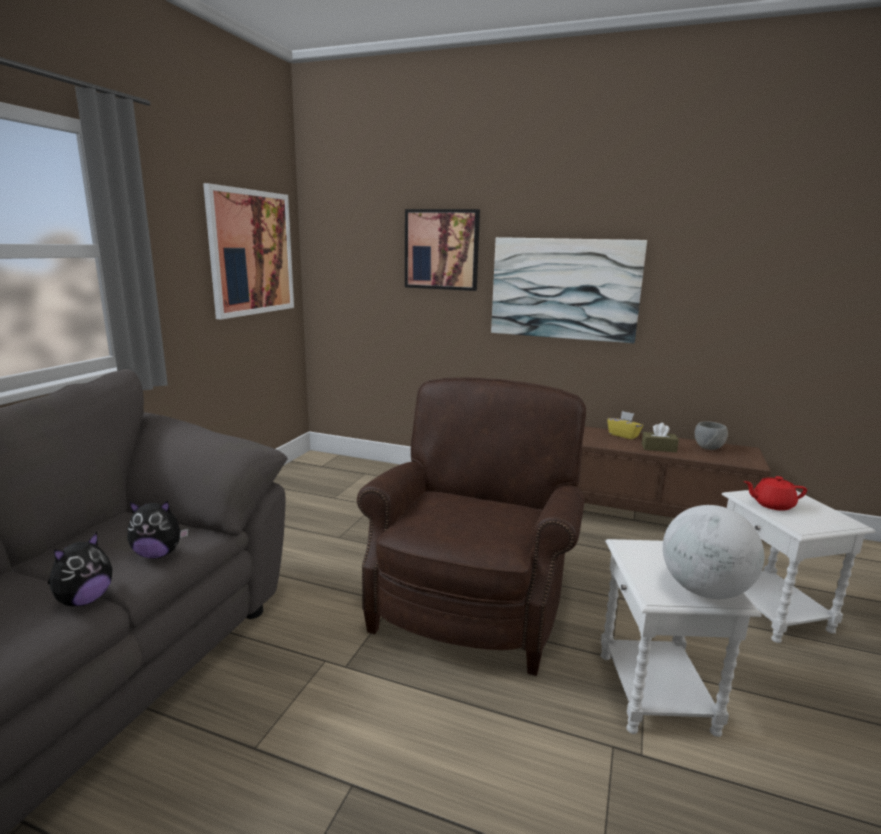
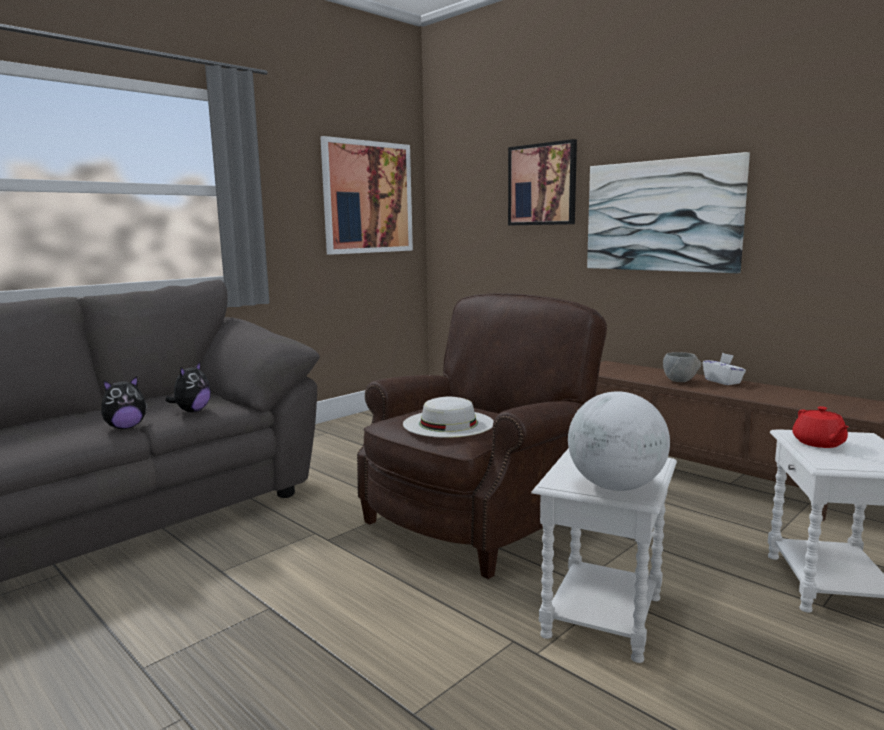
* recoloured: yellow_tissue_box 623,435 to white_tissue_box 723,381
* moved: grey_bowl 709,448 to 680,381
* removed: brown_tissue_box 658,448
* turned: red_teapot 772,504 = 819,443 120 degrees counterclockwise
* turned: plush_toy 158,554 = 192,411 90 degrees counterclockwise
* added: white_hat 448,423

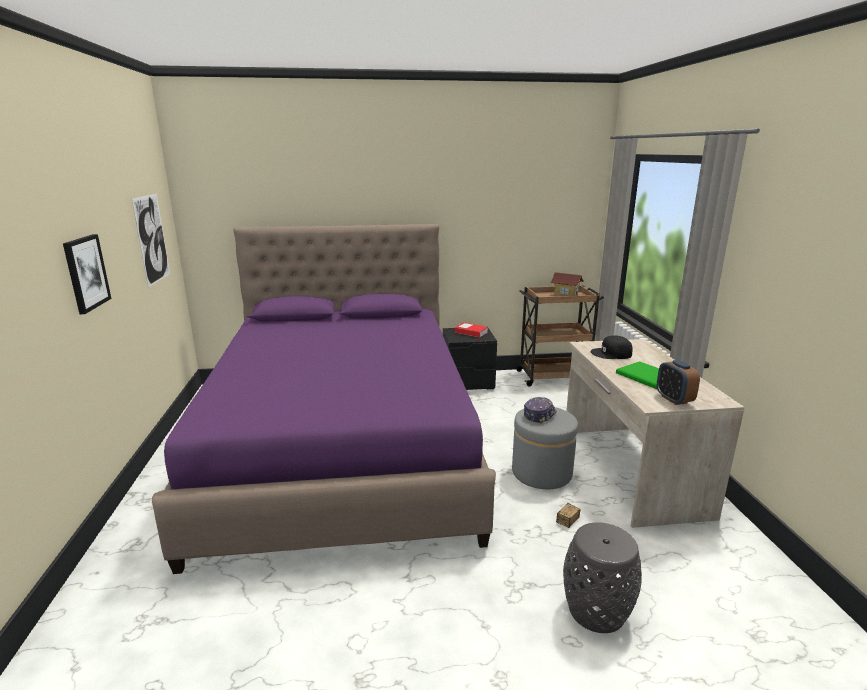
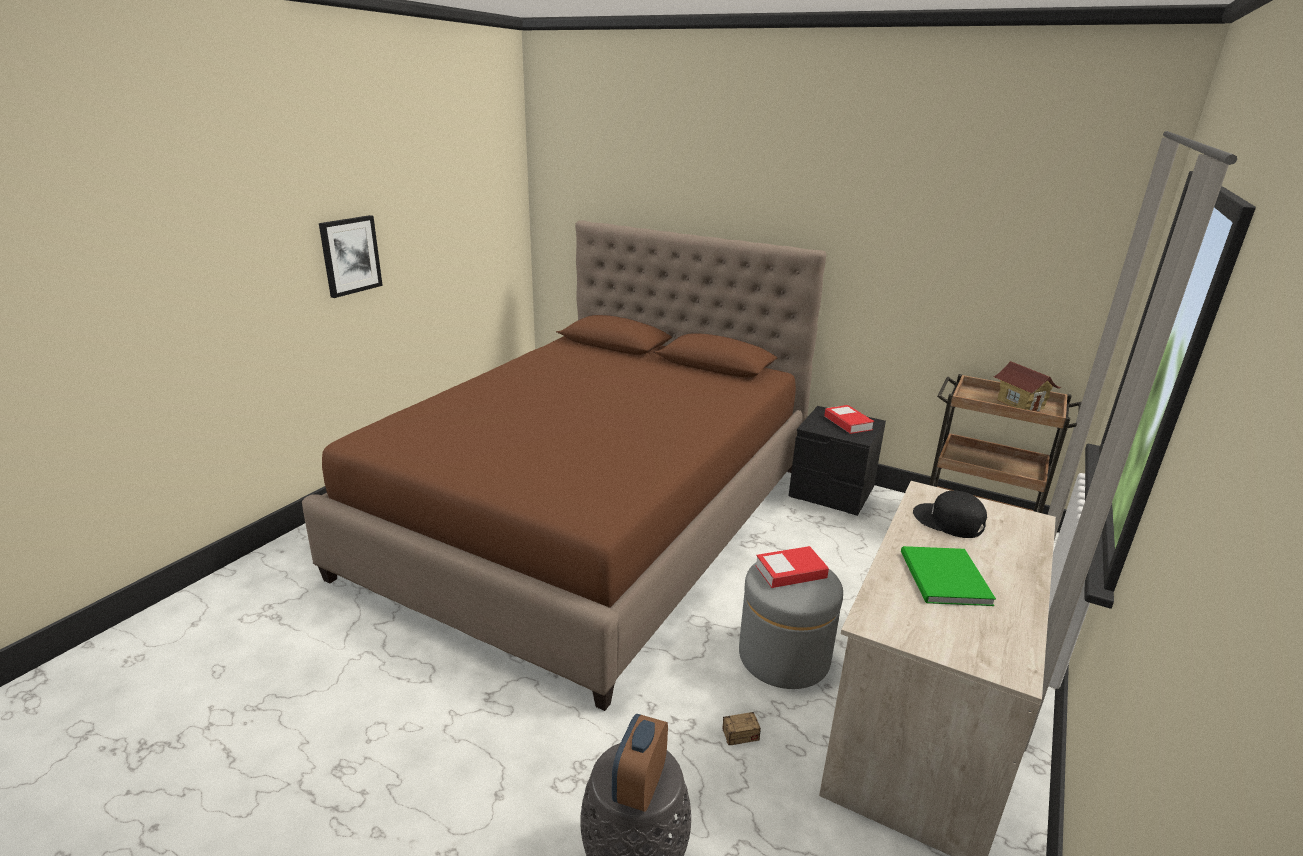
* removed: picture 152,239
* recoloured: purple_bed 344,445 to brown_bed 594,517
* moved: alarm_clock 674,399 to 639,787
* replaced: cap 539,415 to book 790,572

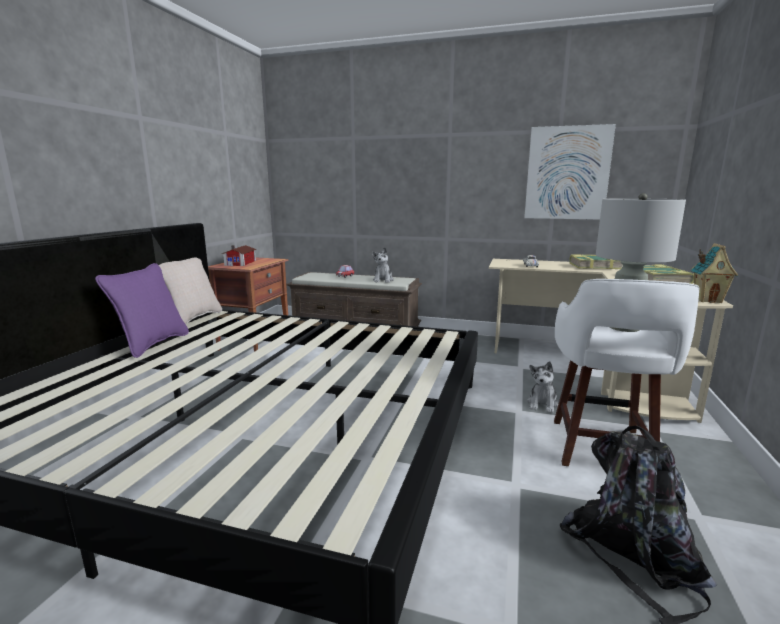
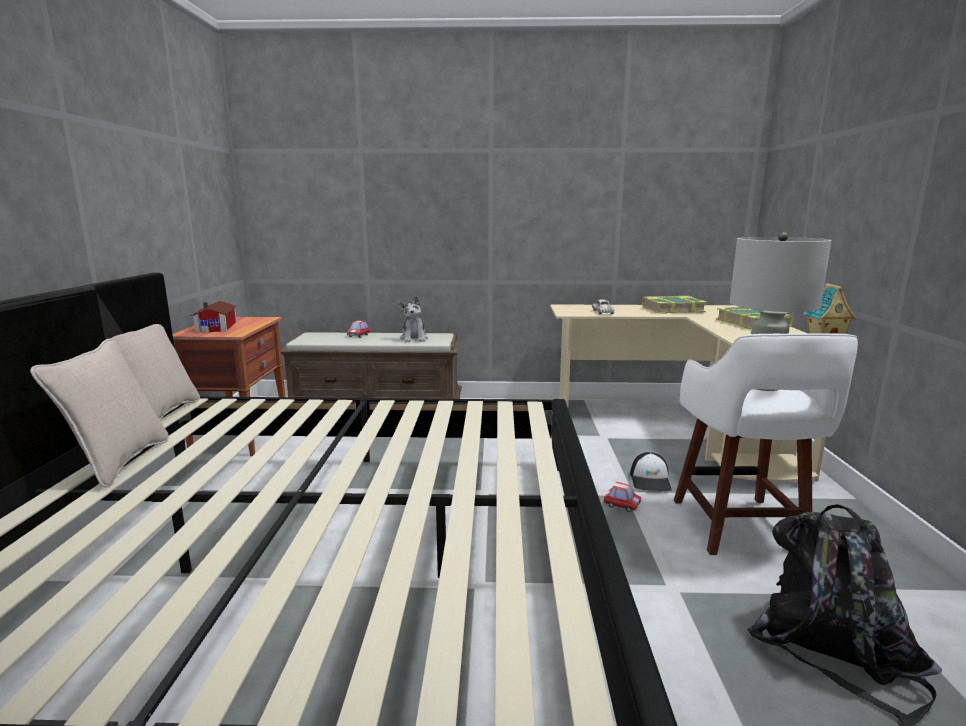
* removed: picture 567,173
* recoloured: purple_pillow 152,344 to beige_pillow 119,462
* replaced: plush_toy 542,404 to cap 650,480
* added: toy_car 621,505

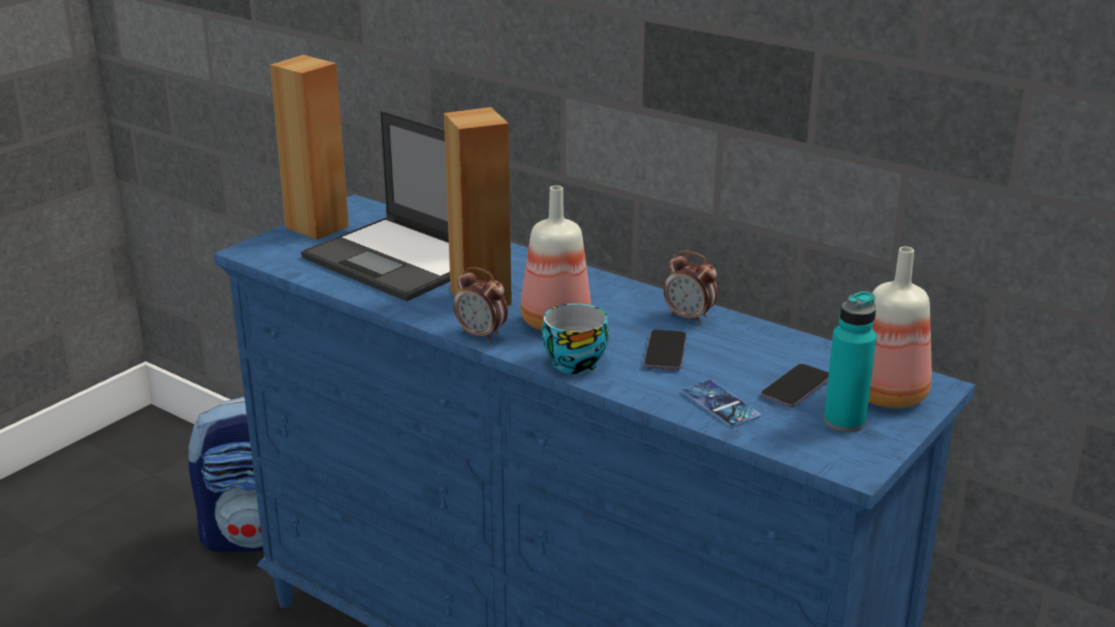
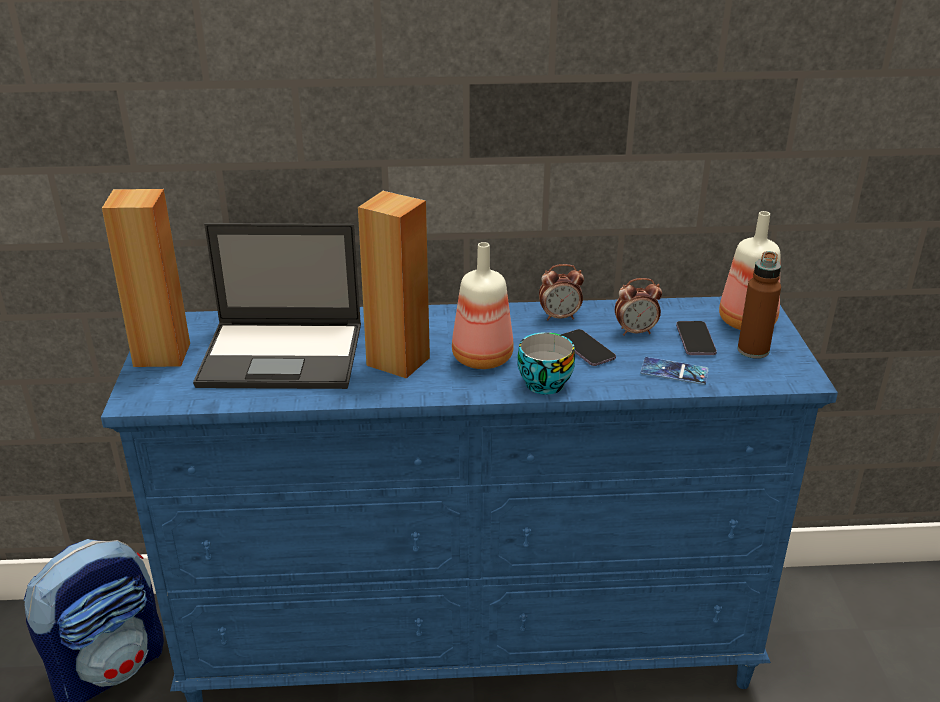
* moved: alarm_clock 481,335 to 635,332
* recoloured: turquoise_bottle 844,421 to brown_bottle 753,350

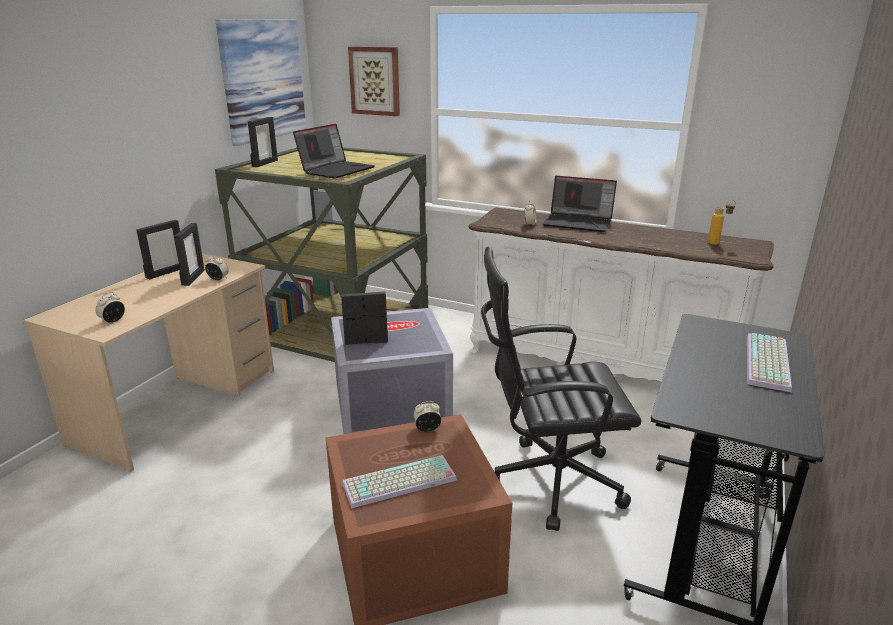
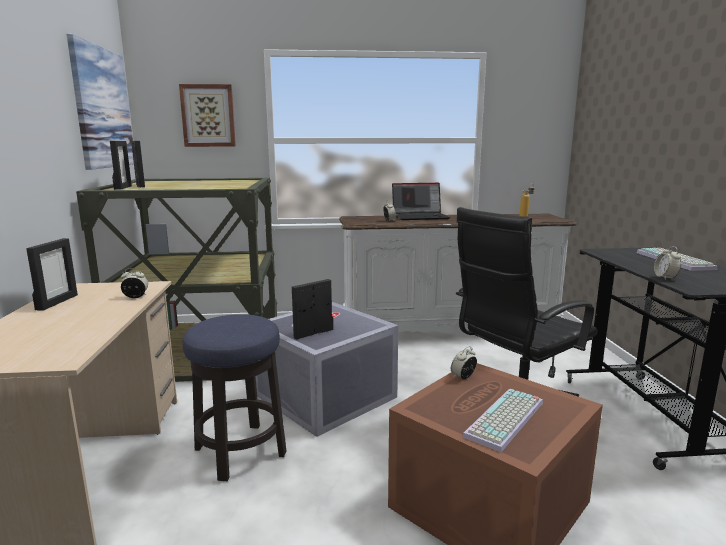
* removed: laptop 336,170
* moved: picture_frame 193,277 to 139,186
* moved: alarm_clock 113,320 to 665,278
* added: stool 240,452

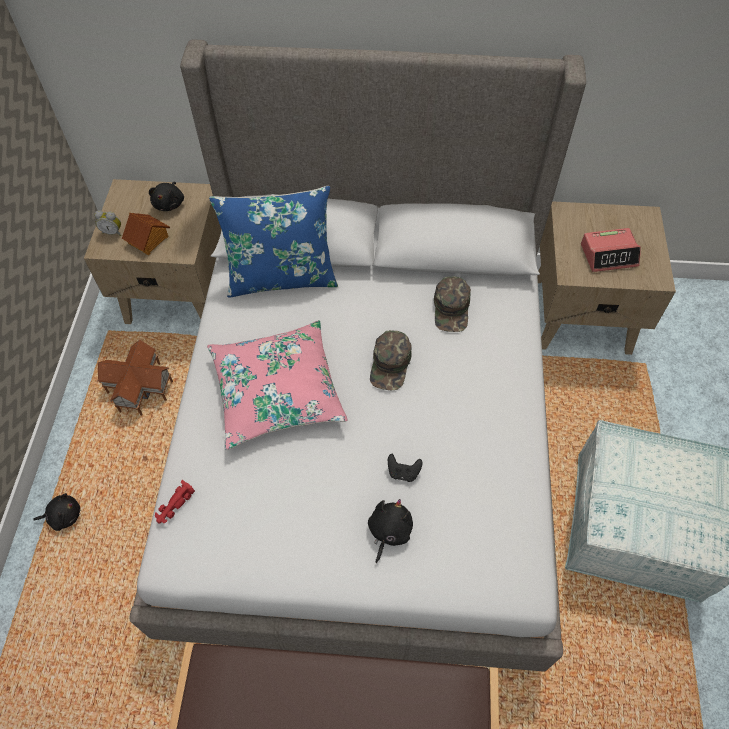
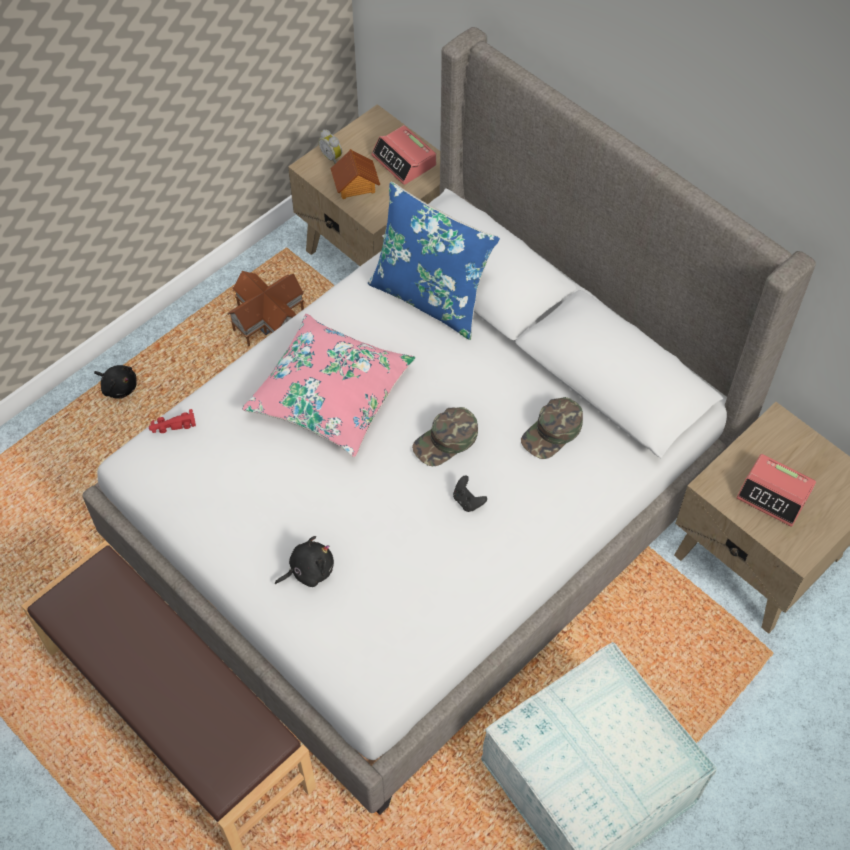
* replaced: black_plush_toy 170,203 to alarm_clock 404,161
* moved: black_game_controller 403,472 to 468,501

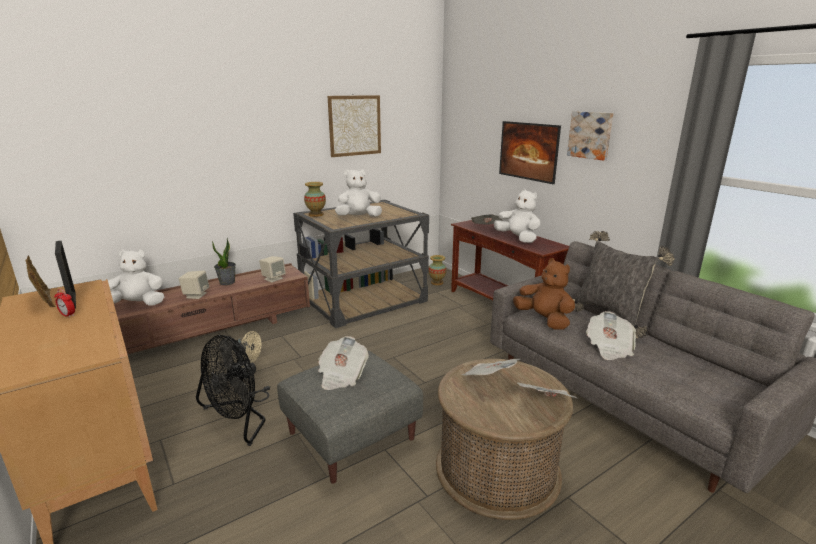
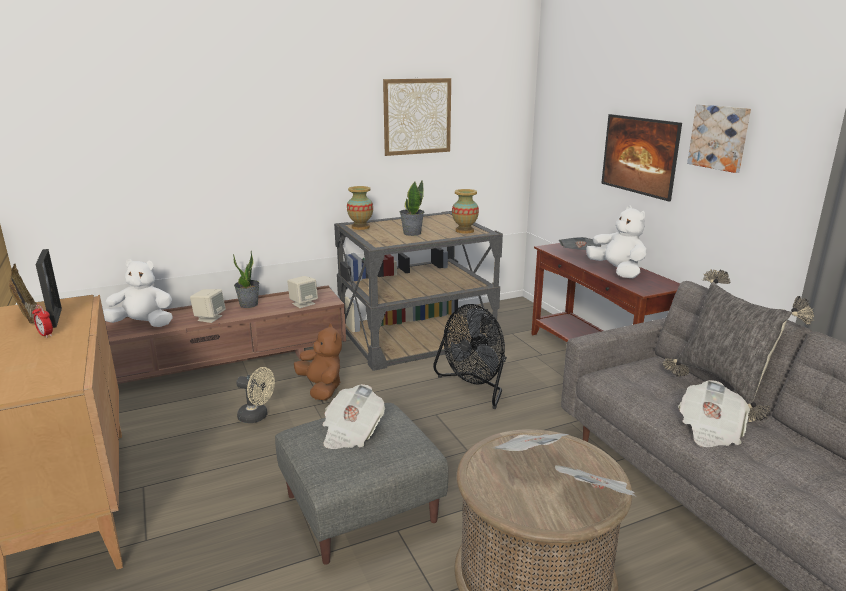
* replaced: white_plush_toy 358,217 to potted_plant 412,233
* moved: vase 437,282 to 464,231
* moved: brown_plush_toy 544,320 to 321,388
* moved: black_fan 240,416 to 475,385

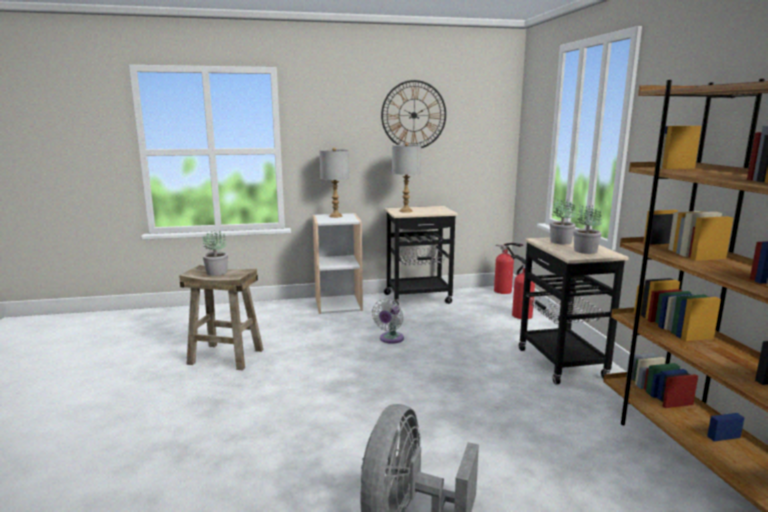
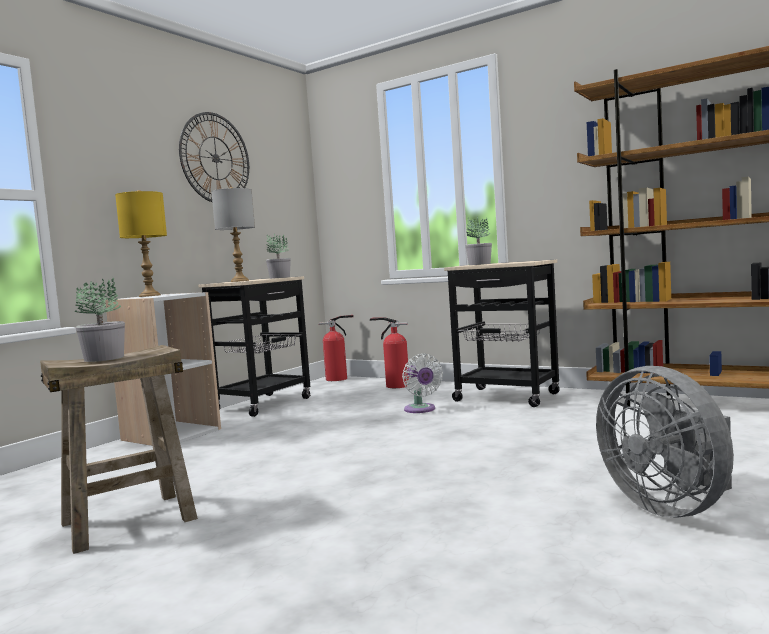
* recoloured: grey_table_lamp 335,216 to yellow_table_lamp 149,296
* moved: potted_plant 585,251 to 279,277
* moved: white_fan 390,339 to 421,410

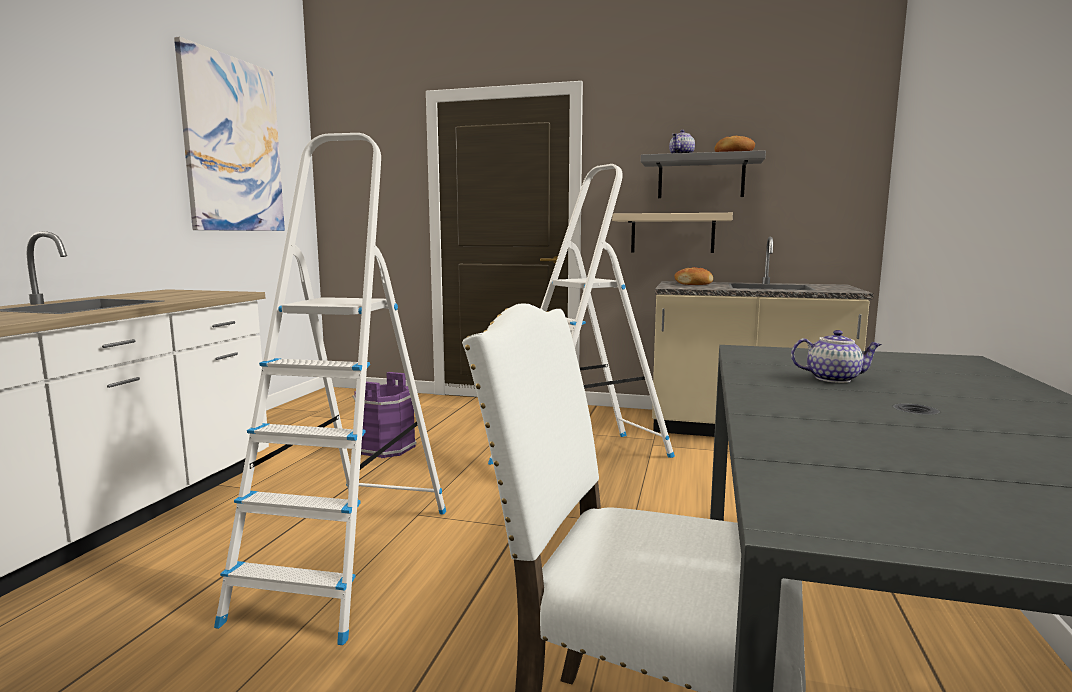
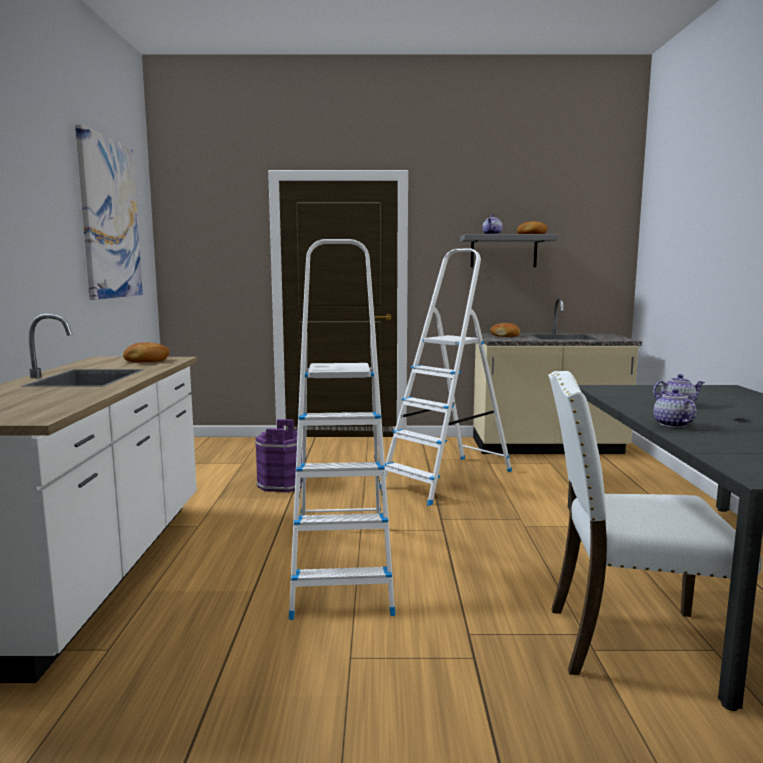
* removed: beige_shelf 672,233
* added: bread 146,361
* added: teapot 671,424

